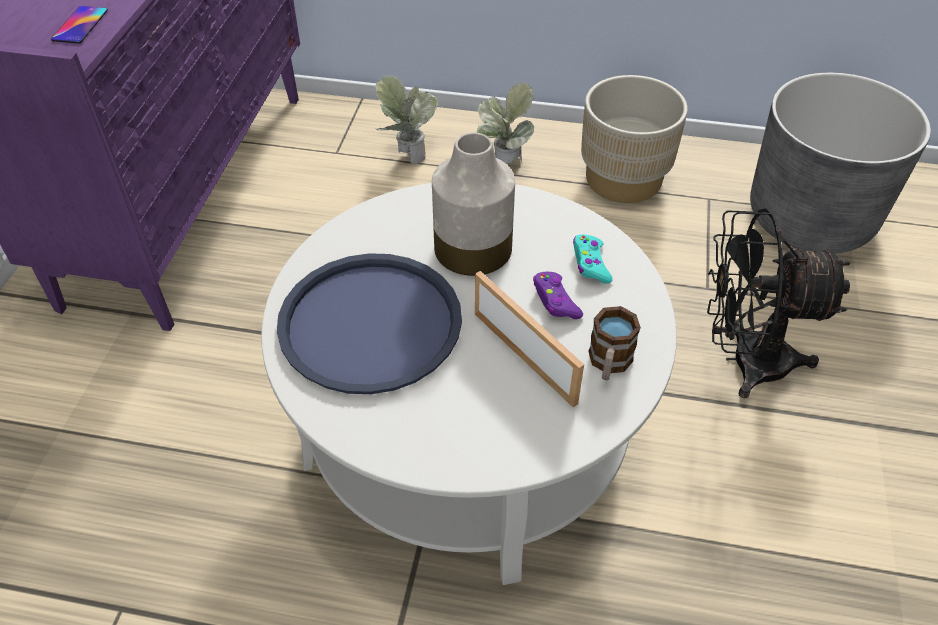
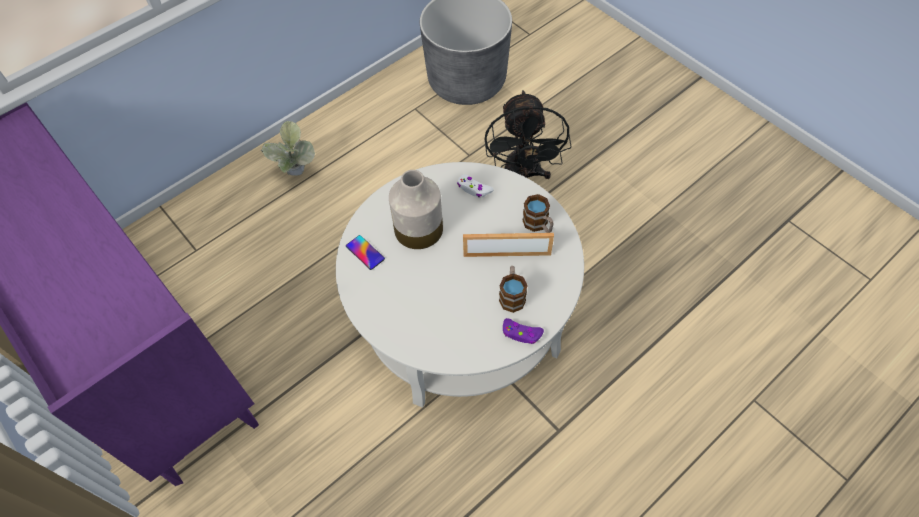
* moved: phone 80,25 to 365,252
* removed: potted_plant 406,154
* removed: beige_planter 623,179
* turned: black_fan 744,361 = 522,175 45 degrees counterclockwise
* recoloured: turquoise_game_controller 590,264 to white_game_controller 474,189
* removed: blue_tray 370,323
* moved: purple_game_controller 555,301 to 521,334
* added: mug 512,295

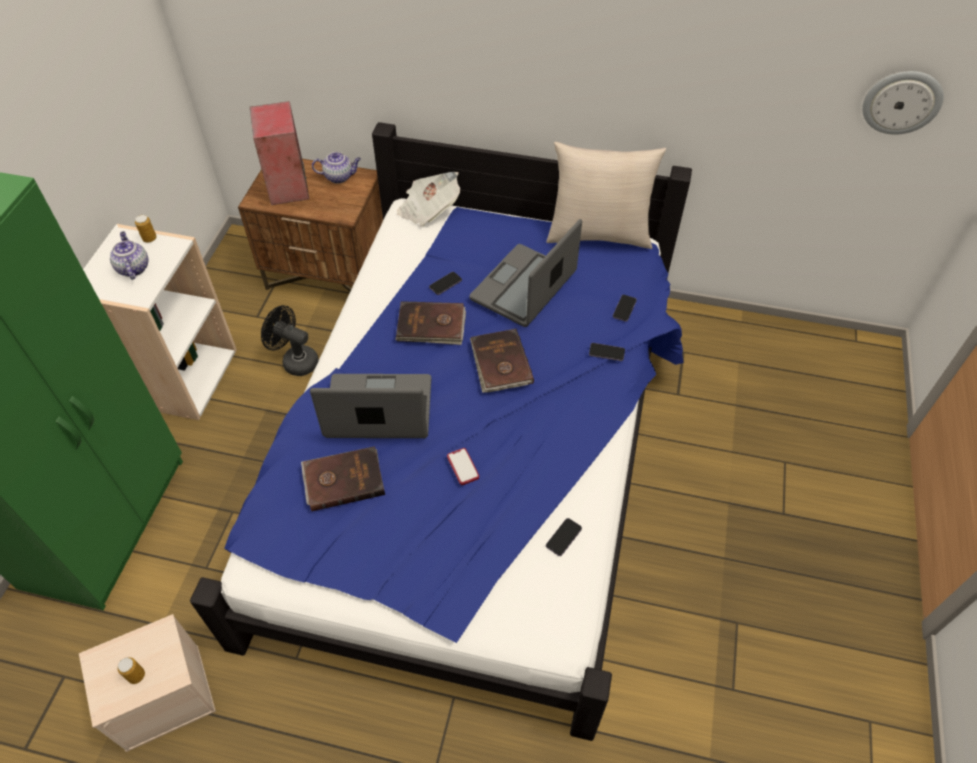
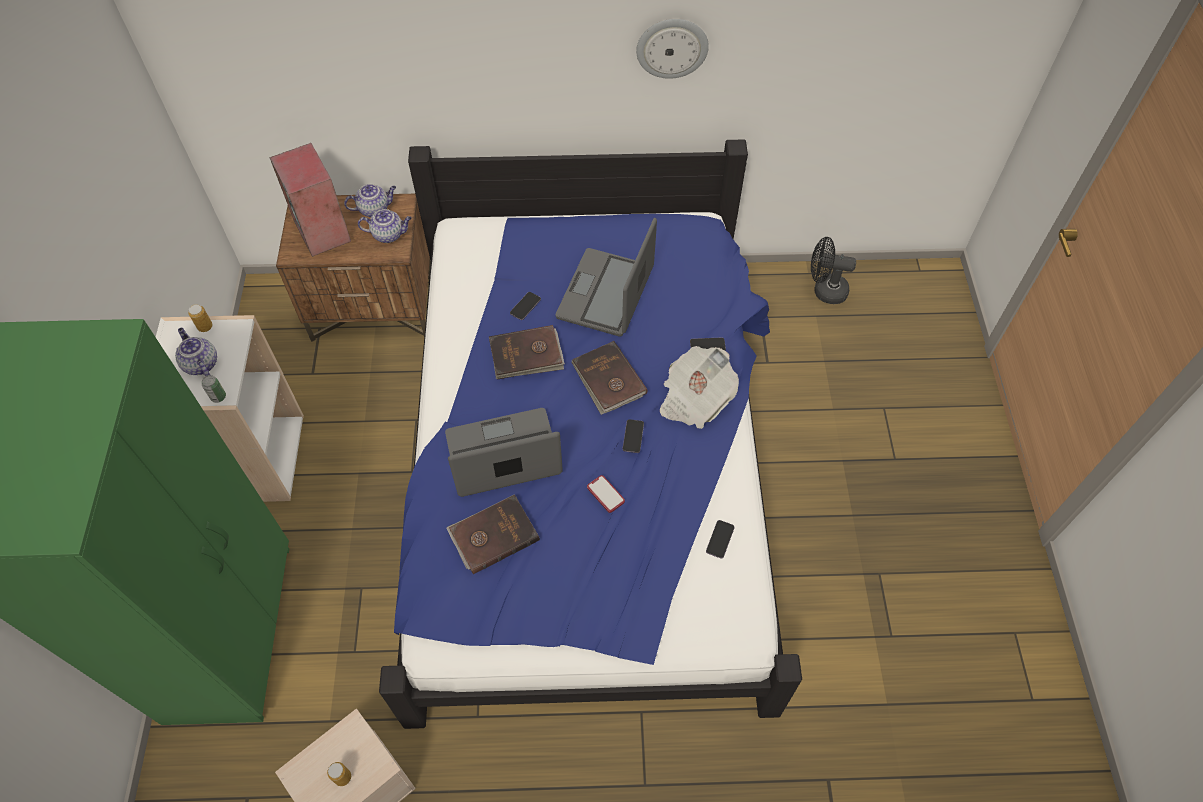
* moved: wall_clock 902,102 to 672,47
* removed: beige_pillow 598,234
* moved: newspaper 429,208 to 694,399
* moved: phone 624,309 to 633,437
* moved: black_fan 295,360 to 824,290
* added: teapot 389,234
* added: can 218,397

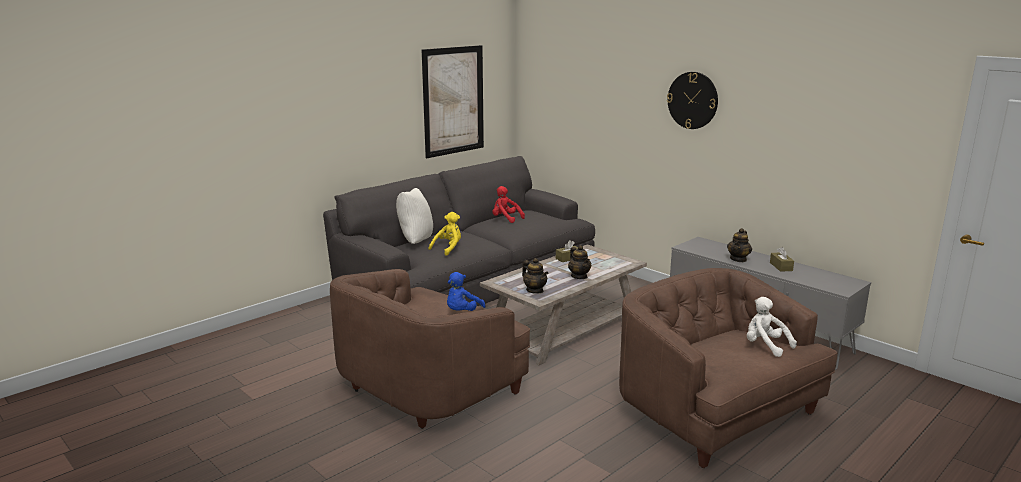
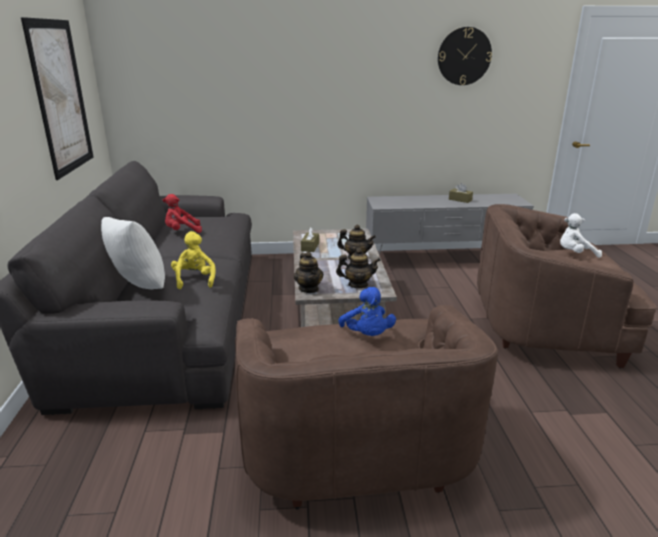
* moved: wall_clock 692,100 to 464,56
* moved: teapot 738,259 to 309,289

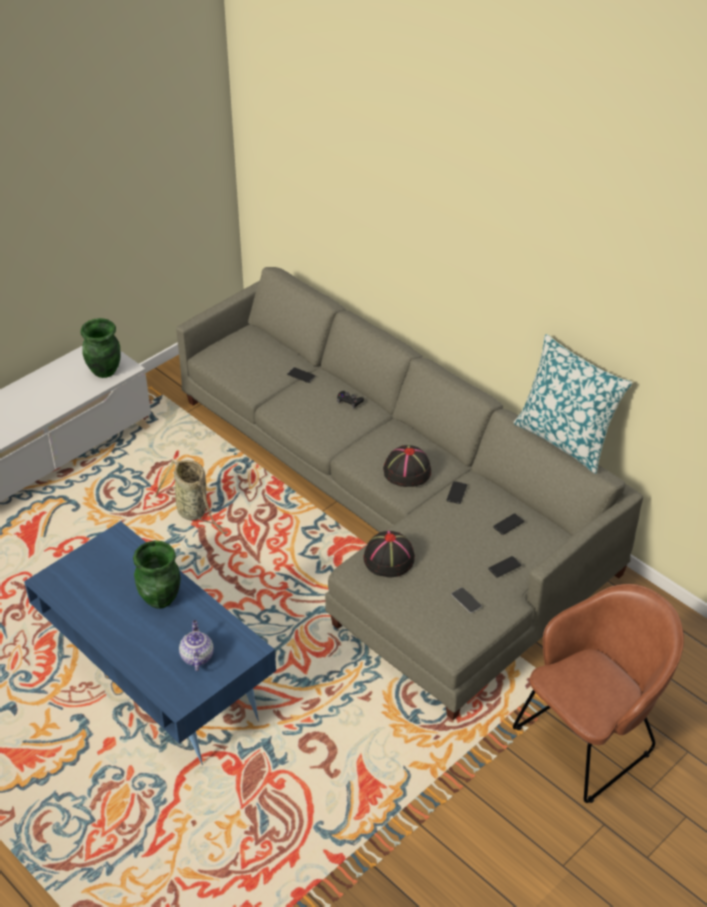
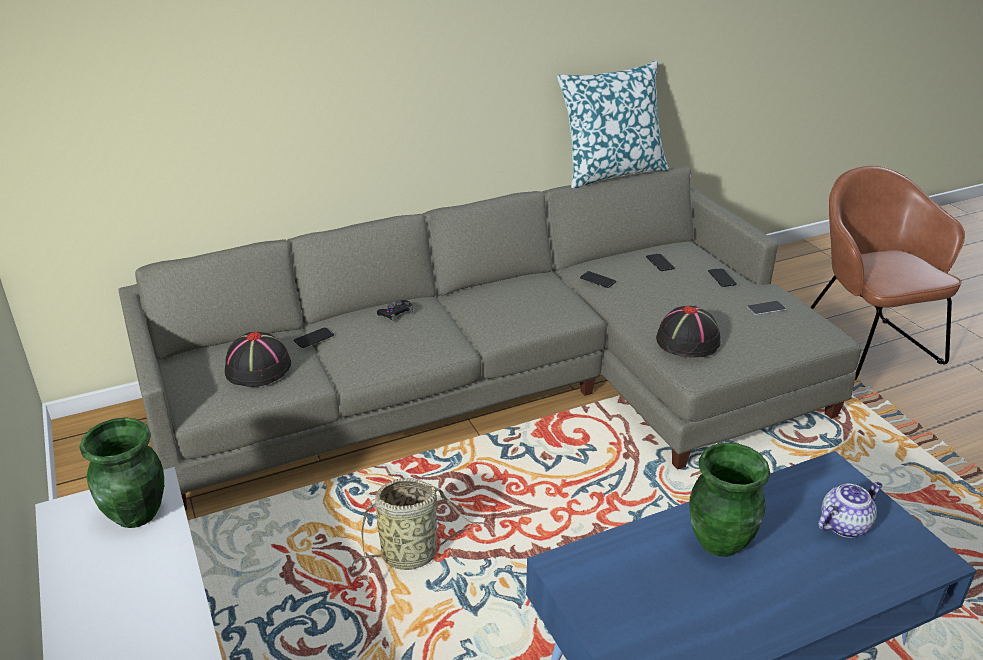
* moved: black_hat 406,471 to 258,368
* turned: teapot 196,656 = 844,524 135 degrees clockwise

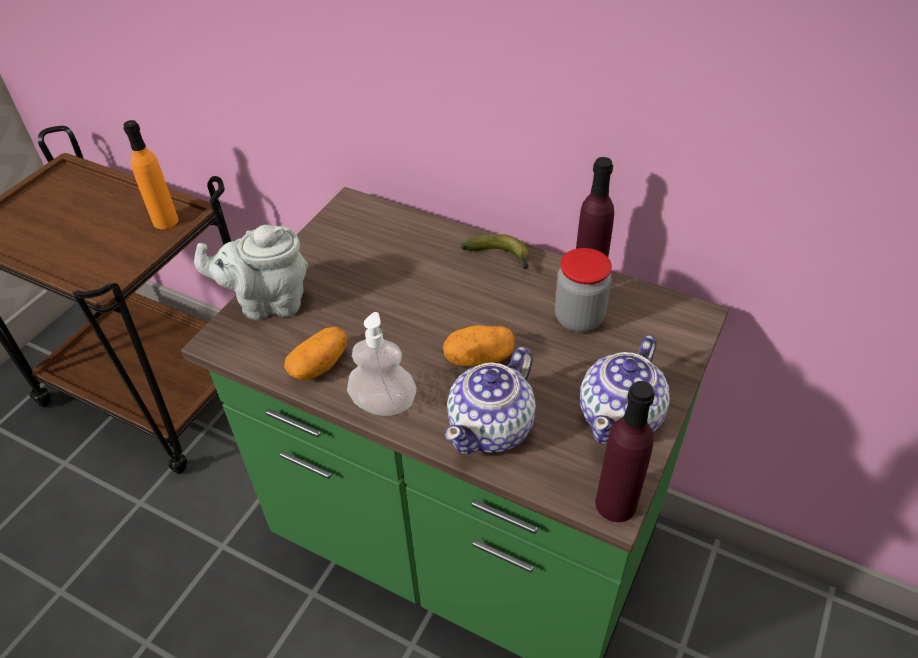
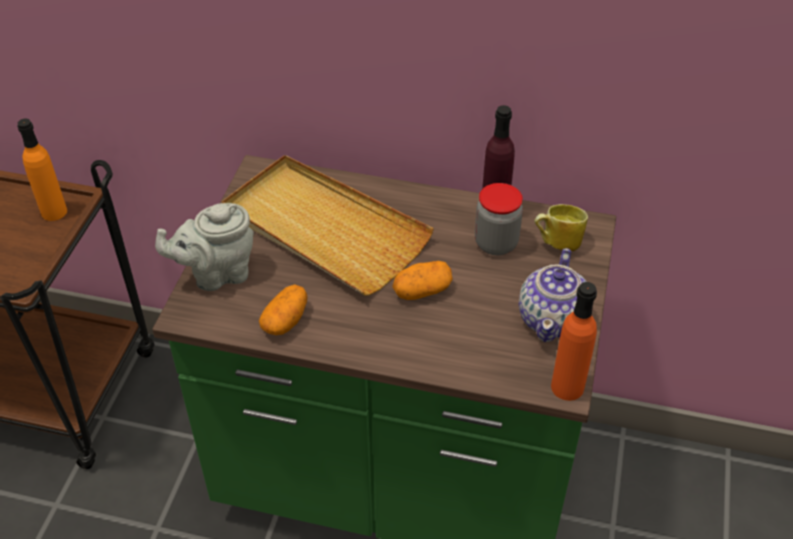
* removed: banana 501,258
* removed: soap_dispenser 384,404
* removed: teapot 492,427
* recoloured: purple_bottle 616,504 to orange_bottle 567,387
* added: beige_tray 324,229
* added: mug 557,243

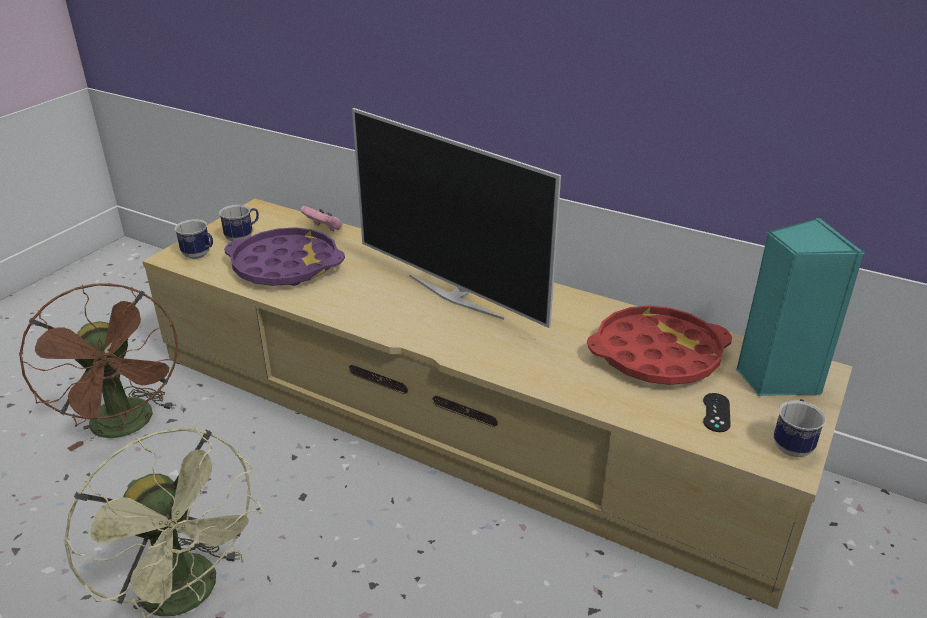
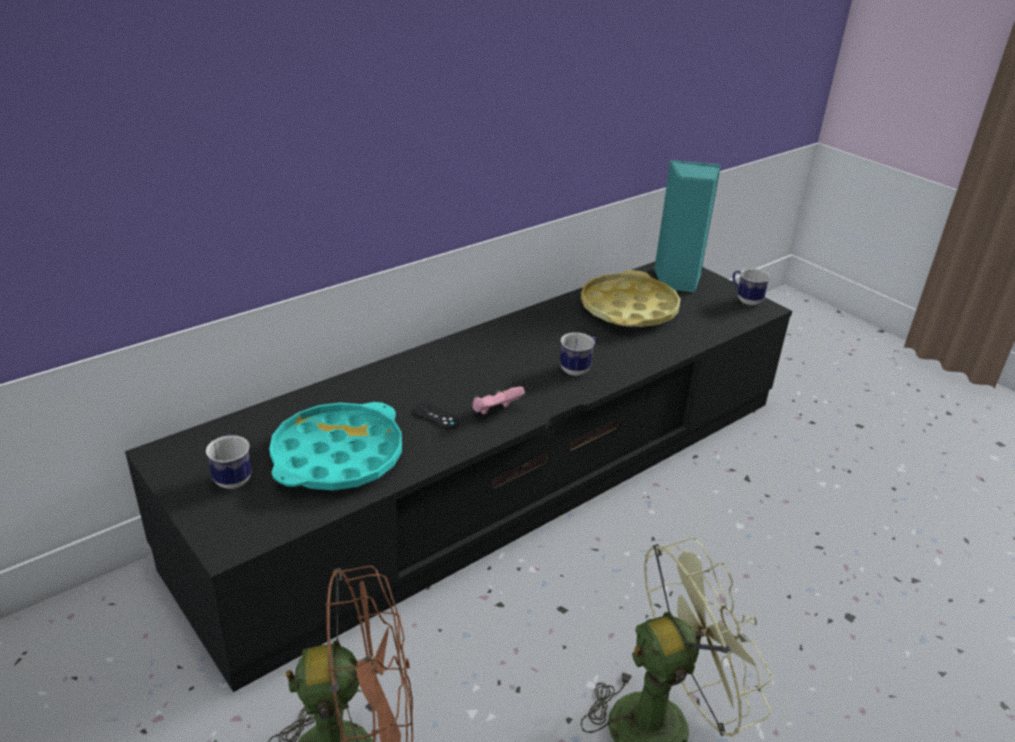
* removed: television 456,296
* recoloured: beige_tv_stand 463,413 to black_tv_stand 502,474
* moved: pink_game_controller 324,228 to 495,411
* moved: mug 200,255 to 578,368
* recoloured: purple_tray 286,265 to turquoise_tray 337,456
* recoloured: red_tray 657,354 to yellow_tray 628,309
* moved: black_game_controller 716,412 to 436,417

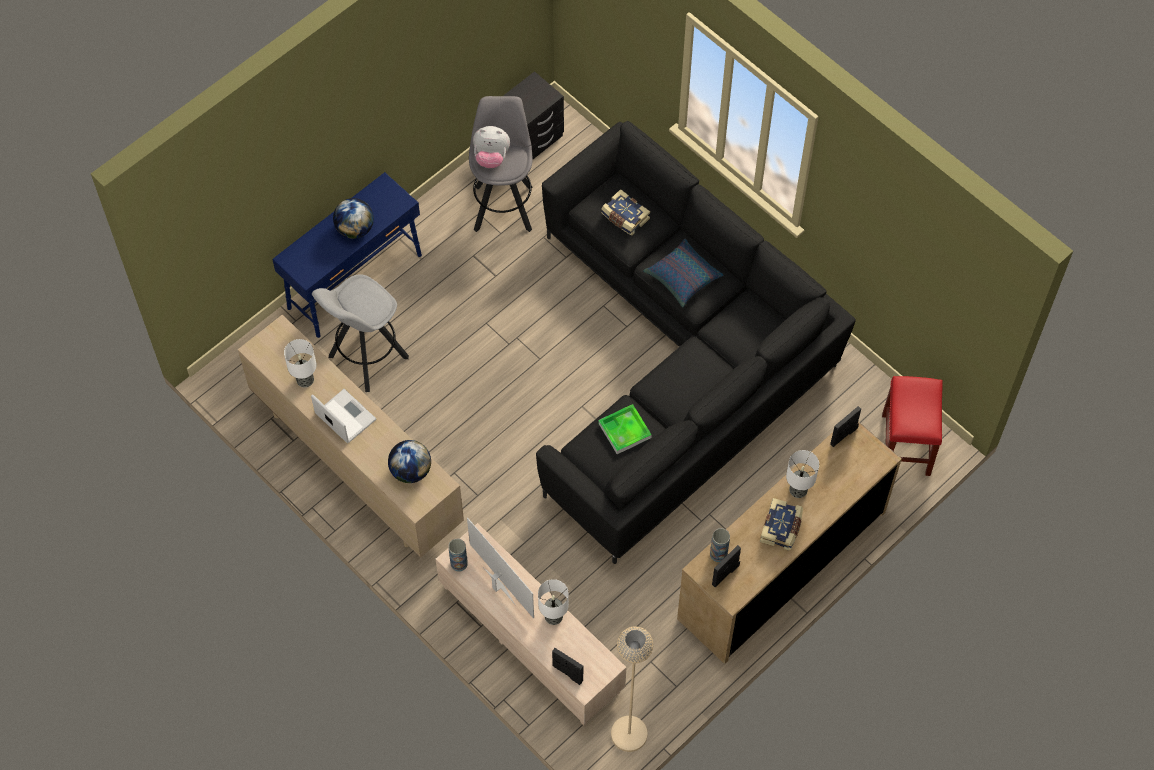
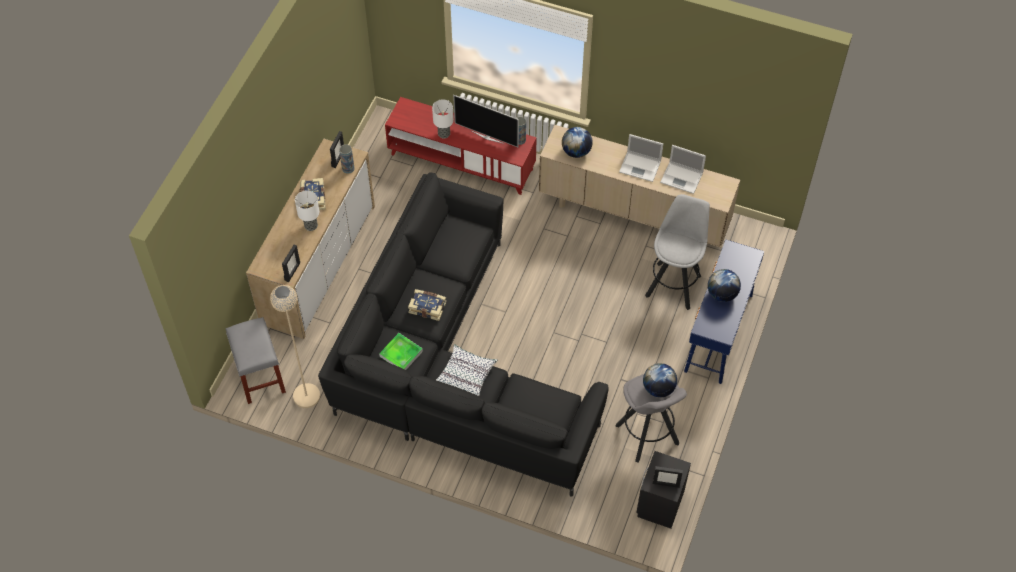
* replaced: plush_toy 491,157 to globe 658,388
* moved: book 624,218 to 427,307
* recoloured: blue_pillow 683,277 to white_pillow 466,374
* replaced: table_lamp 304,380 to laptop 682,178
* recoloured: red_stool 906,445 to grey_stool 259,376
* moved: tray 624,430 to 401,354
* recoloured: beige_tv_stand 531,639 to red_tv_stand 461,162
* moved: beige_floor_lamp 629,734 to 306,396
* moved: picture_frame 567,673 to 666,483

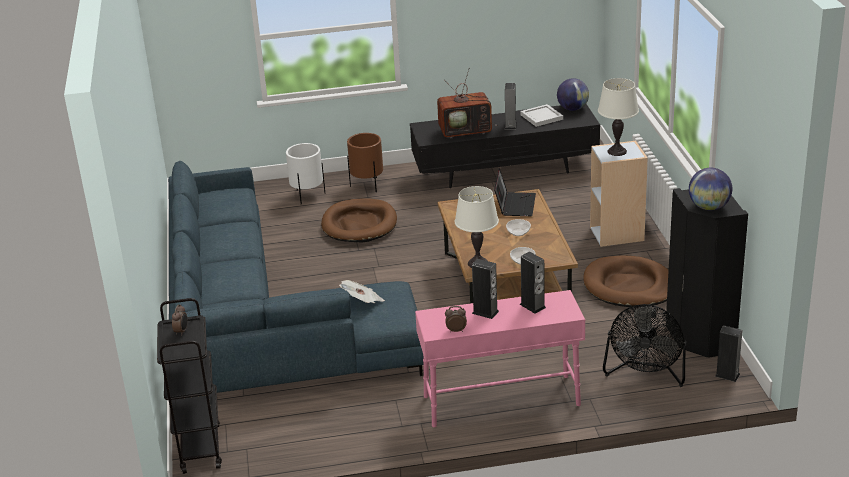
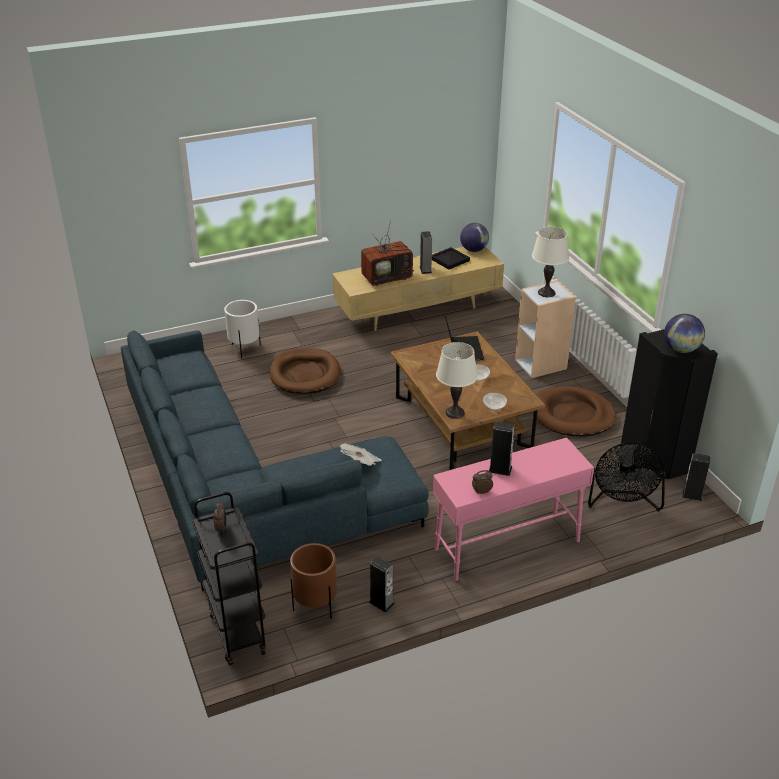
* recoloured: black_tv_stand 504,171 to beige_tv_stand 417,310
* recoloured: white_tray 542,117 to black_tray 450,260
* moved: brown_planter 367,185 to 315,606
* moved: speaker 532,306 to 381,603

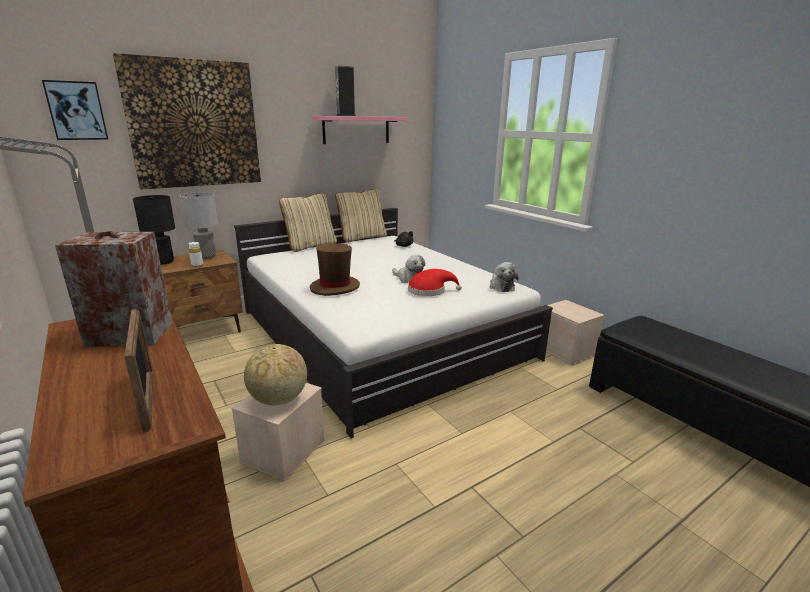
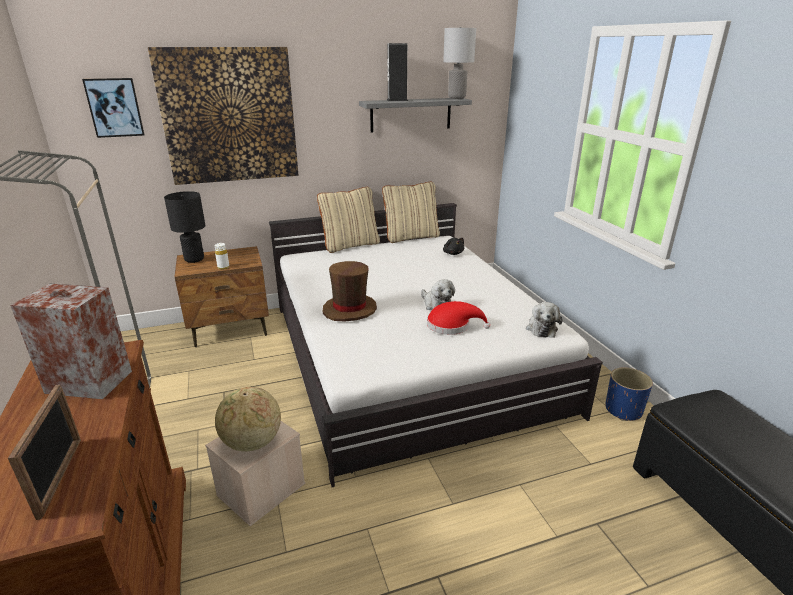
* recoloured: pink_shelf 356,130 to grey_shelf 411,114
* moved: grey_table_lamp 206,257 to 456,98
* replaced: beige_storage_box 566,351 to blue_planter 623,410

